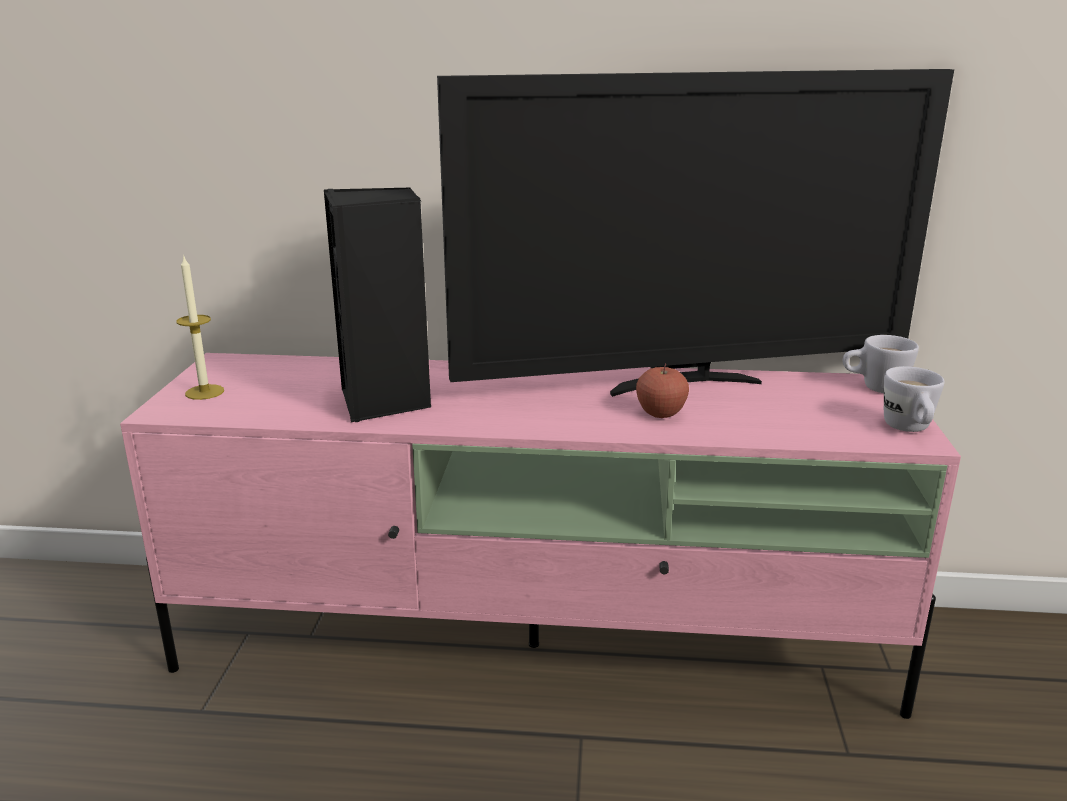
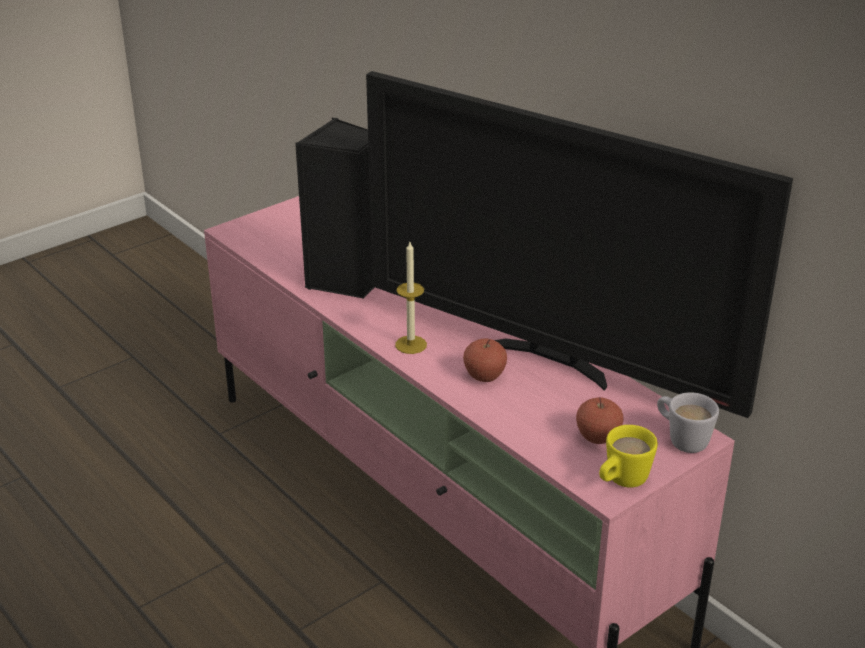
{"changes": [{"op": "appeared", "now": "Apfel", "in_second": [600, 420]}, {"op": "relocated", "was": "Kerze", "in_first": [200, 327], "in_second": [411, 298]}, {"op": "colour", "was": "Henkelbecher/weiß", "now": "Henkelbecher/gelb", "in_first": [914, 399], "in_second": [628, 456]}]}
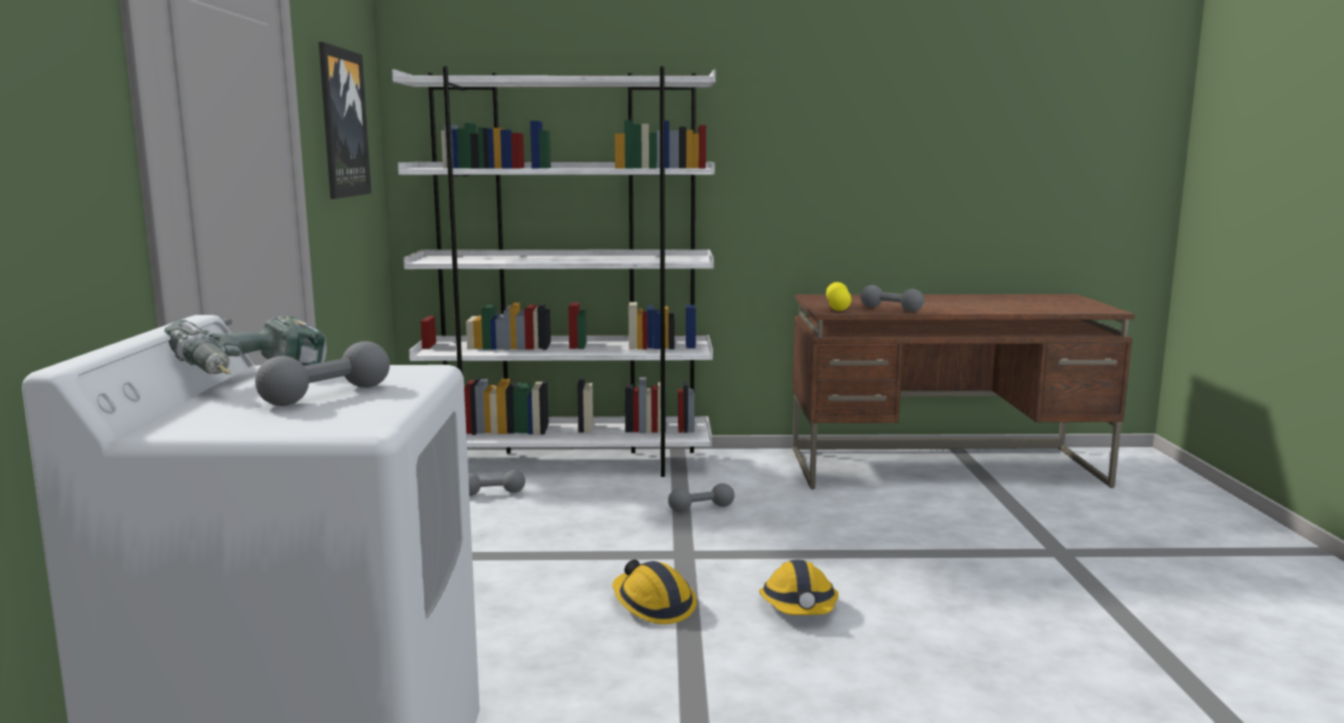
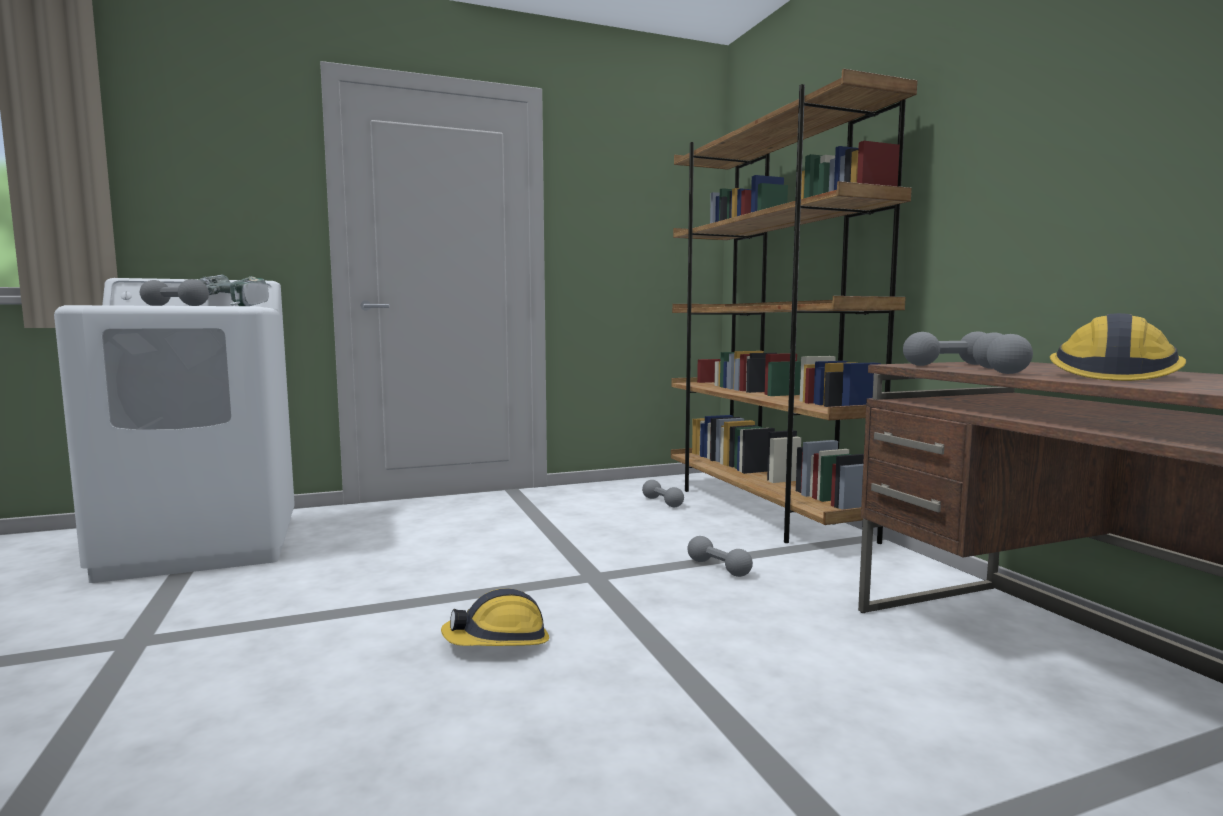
{"changes": [{"op": "missing", "was": "Bild", "in_first": [345, 120]}, {"op": "relocated", "was": "Schutzhelm", "in_first": [654, 592], "in_second": [1118, 347]}, {"op": "colour", "was": "Bücherregal/weiß", "now": "Bücherregal/braun", "in_first": [554, 271], "in_second": [794, 306]}, {"op": "colour", "was": "Hantel/gelb", "now": "Hantel/grau", "in_first": [838, 296], "in_second": [945, 348]}]}
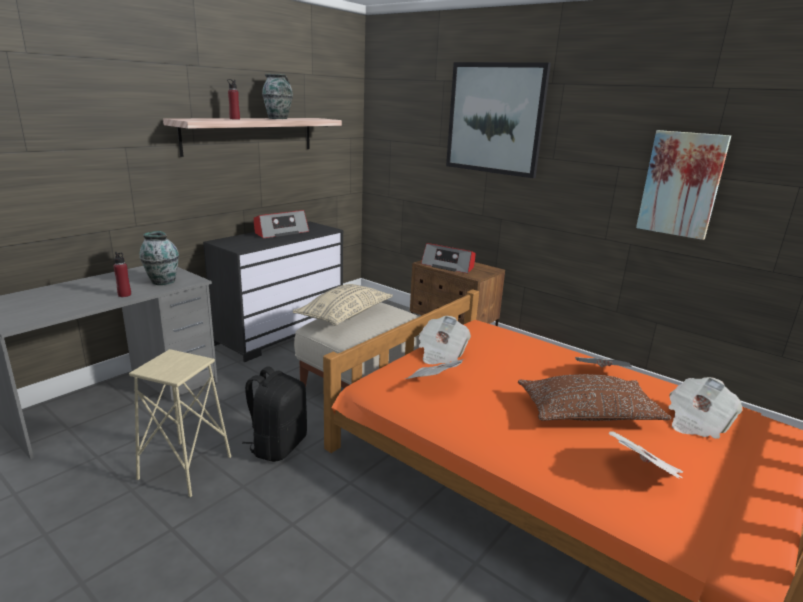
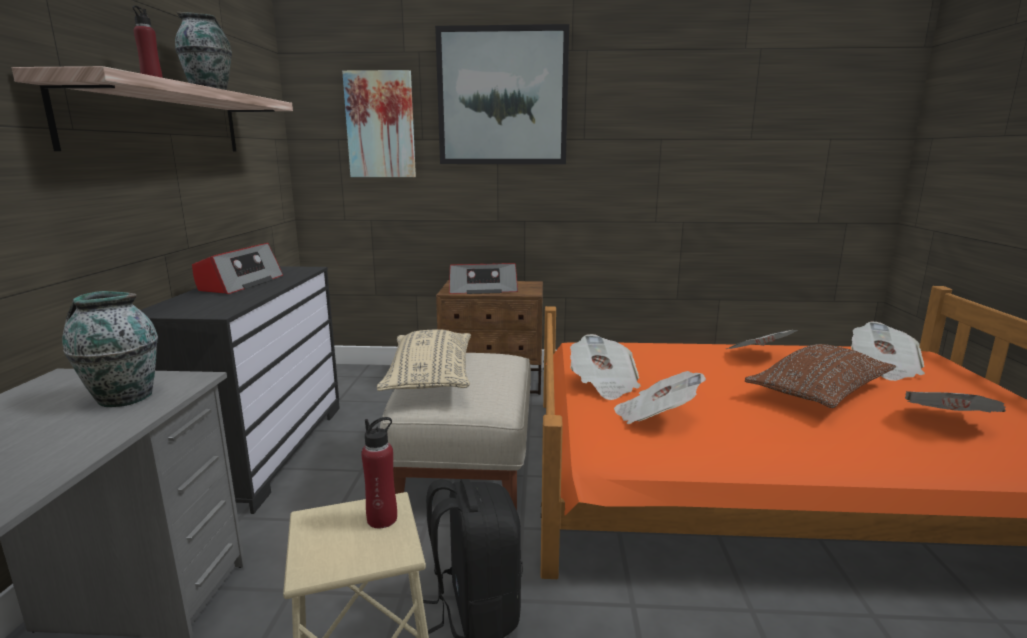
{"changes": [{"op": "relocated", "was": "Flasche/rot", "in_first": [122, 274], "in_second": [379, 472]}, {"op": "relocated", "was": "Bild", "in_first": [683, 185], "in_second": [379, 123]}]}
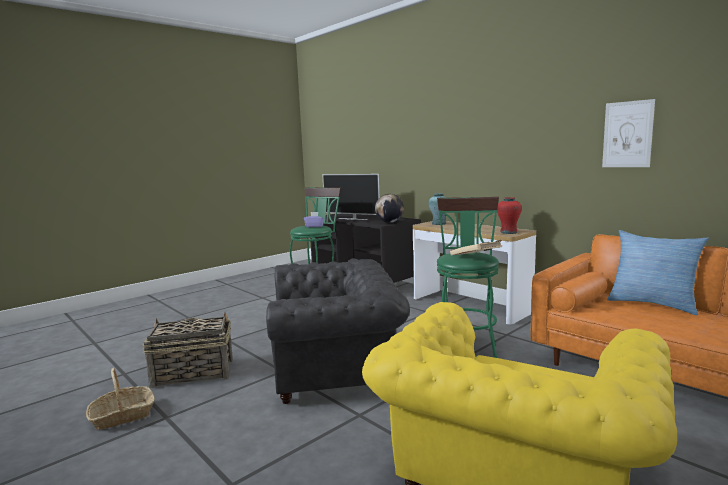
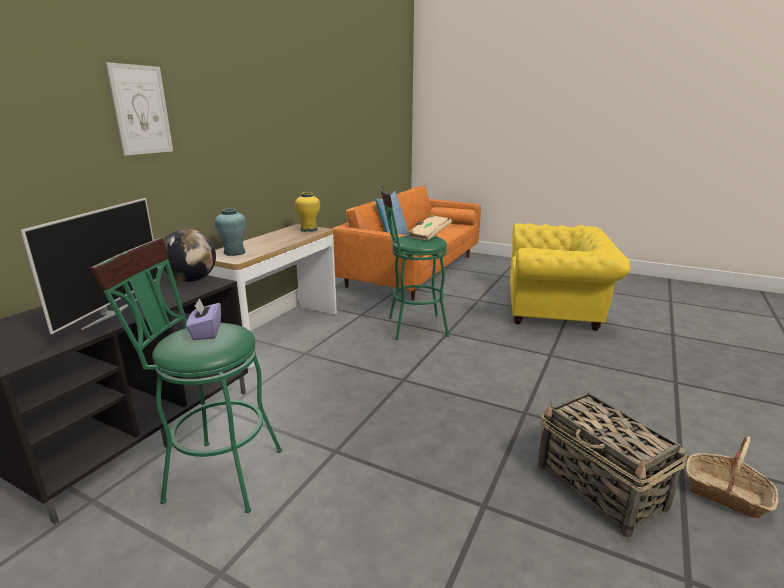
{"changes": [{"op": "missing", "was": "Sessel/grau", "in_first": [338, 331]}, {"op": "relocated", "was": "Bild", "in_first": [628, 133], "in_second": [139, 109]}, {"op": "colour", "was": "Vase/rot", "now": "Vase/gelb", "in_first": [509, 215], "in_second": [307, 212]}]}
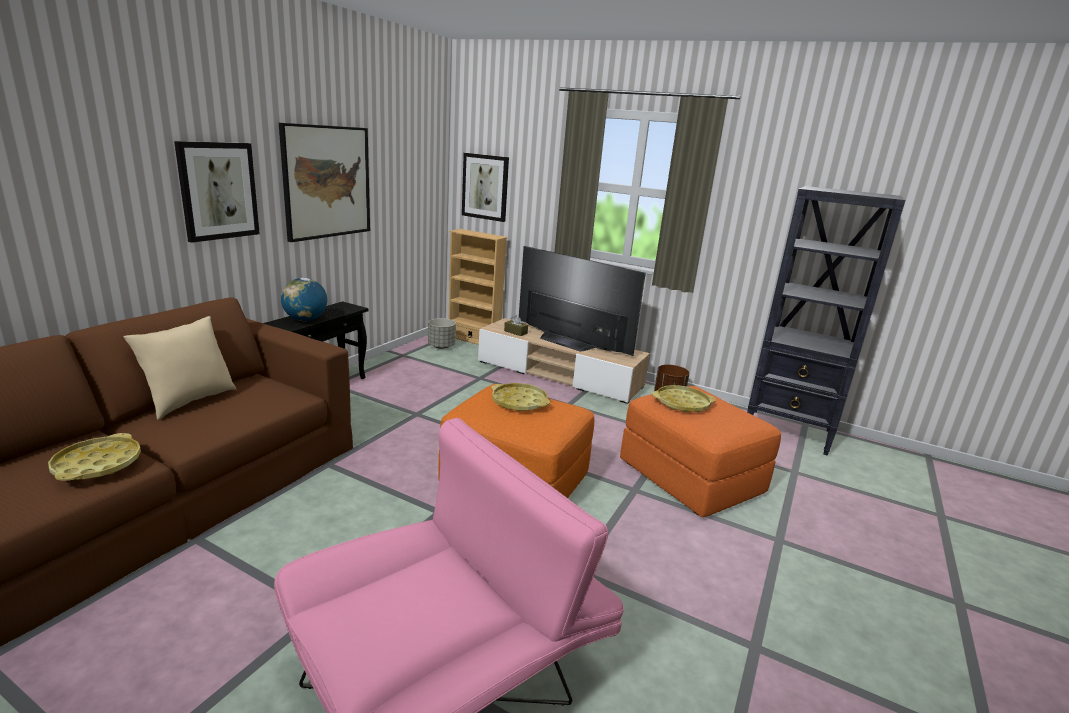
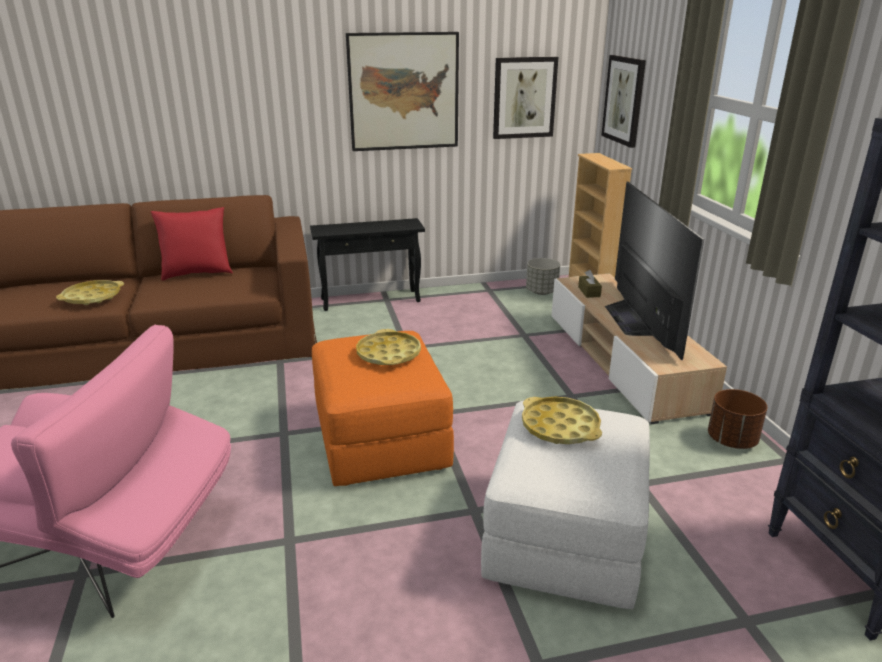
{"changes": [{"op": "missing", "was": "Globus", "in_first": [304, 299]}, {"op": "relocated", "was": "Bild", "in_first": [217, 192], "in_second": [525, 98]}, {"op": "colour", "was": "Kissen/beige", "now": "Kissen/rot", "in_first": [179, 368], "in_second": [192, 244]}, {"op": "colour", "was": "Polsterhocker/orange", "now": "Polsterhocker/weiß", "in_first": [700, 451], "in_second": [565, 504]}]}
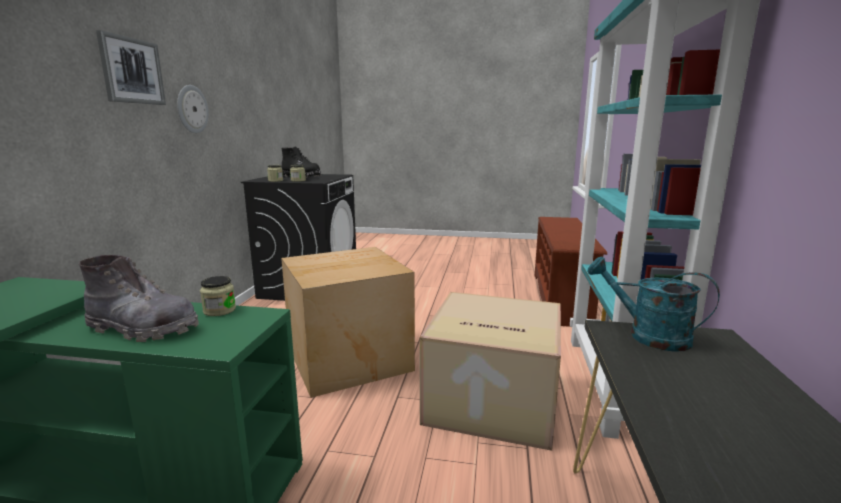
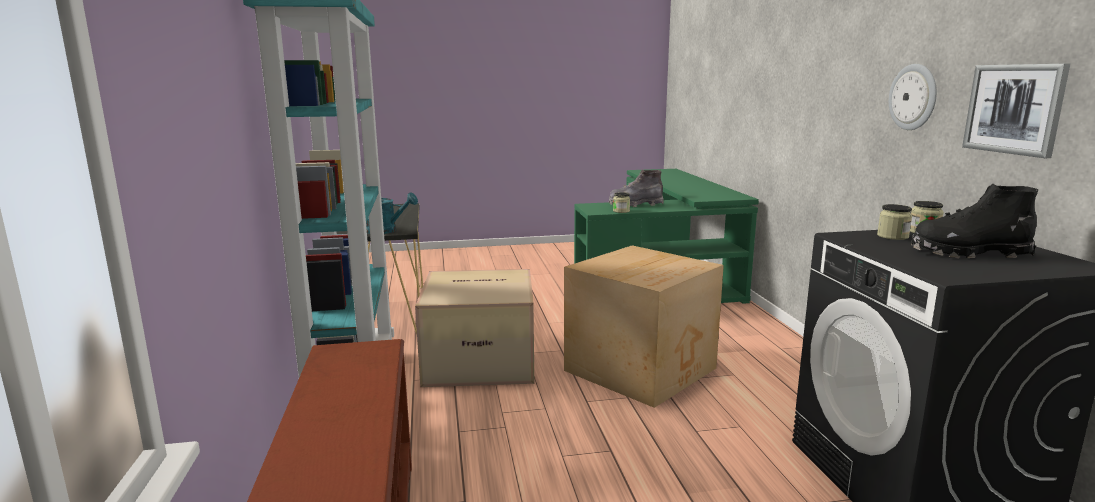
{"changes": [{"op": "relocated", "was": "Bild", "in_first": [131, 67], "in_second": [1016, 111]}]}
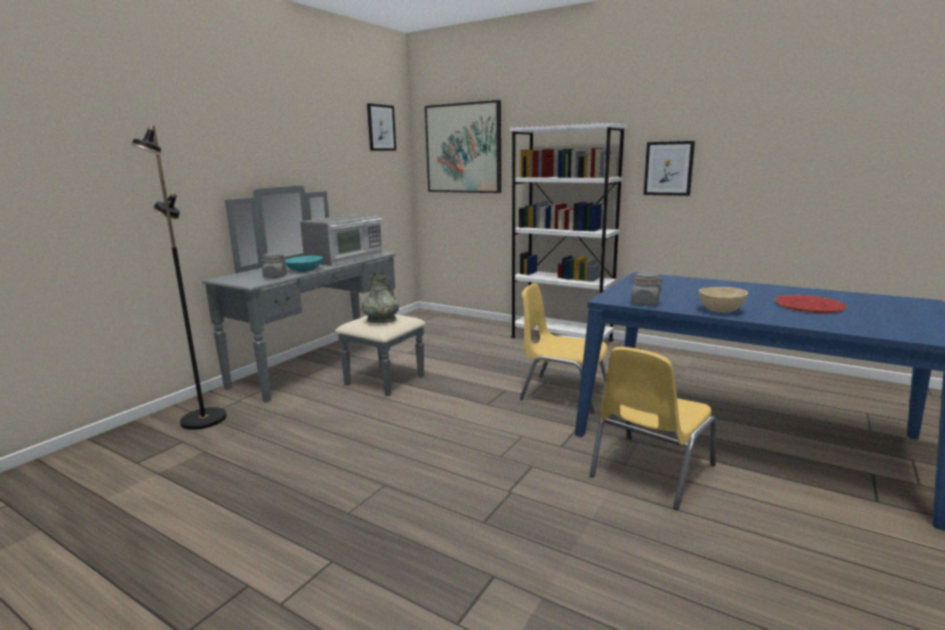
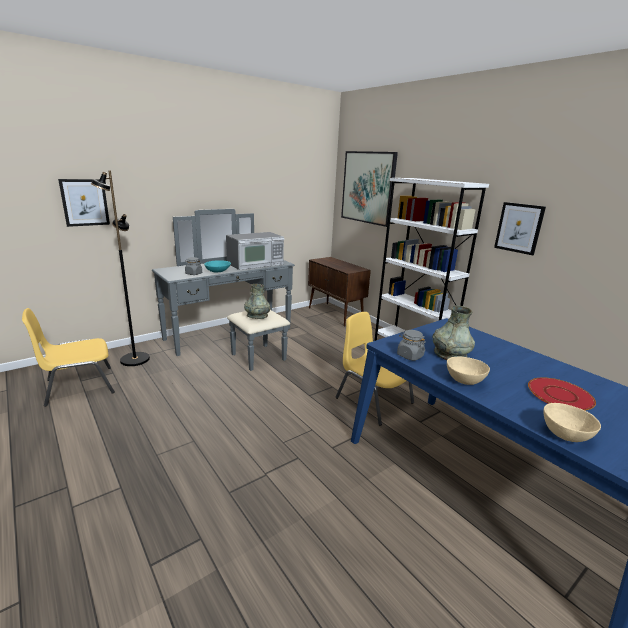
{"changes": [{"op": "appeared", "now": "Schrank/braun", "in_second": [339, 292]}, {"op": "appeared", "now": "Vase/grau", "in_second": [453, 333]}, {"op": "appeared", "now": "Schüssel/beige", "in_second": [572, 422]}, {"op": "relocated", "was": "Bild", "in_first": [381, 127], "in_second": [84, 203]}, {"op": "relocated", "was": "Stuhl/gelb", "in_first": [653, 428], "in_second": [68, 357]}]}
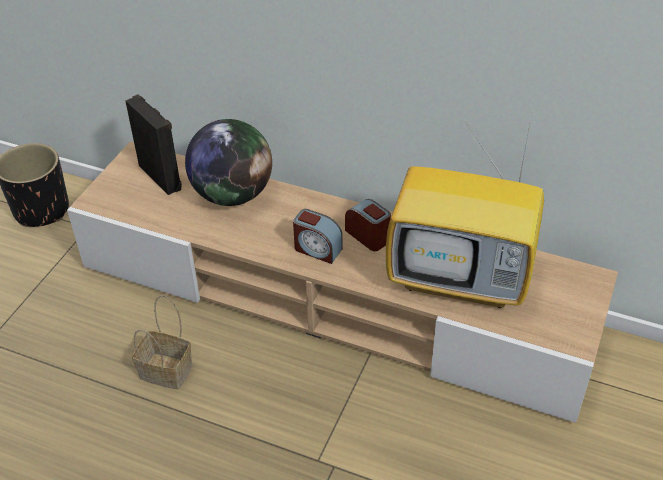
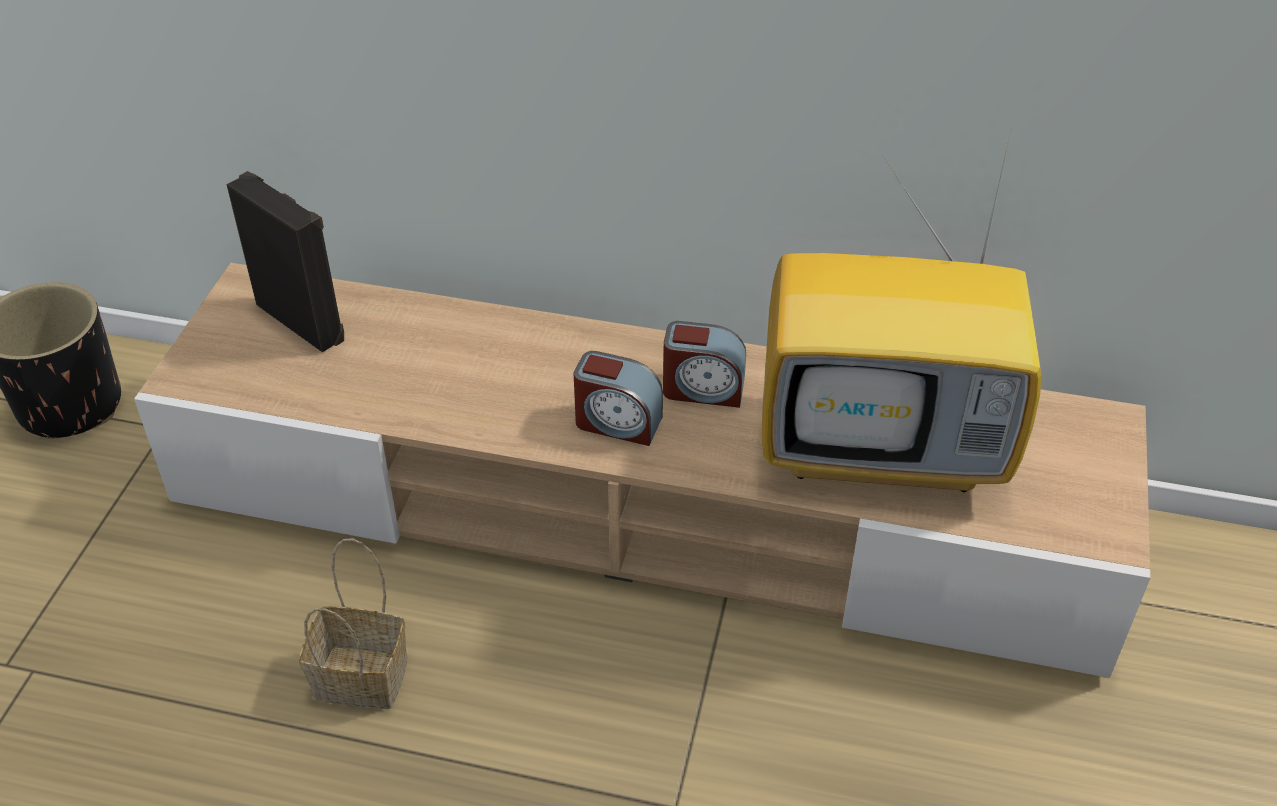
{"changes": [{"op": "missing", "was": "Globus", "in_first": [228, 162]}, {"op": "spun", "was": "Wecker", "in_first": [368, 225], "in_second": [704, 364], "clockwise": 150}]}
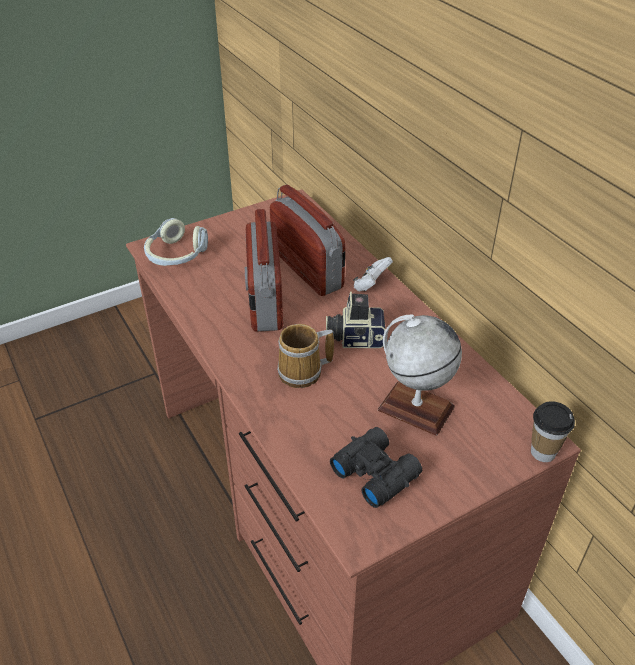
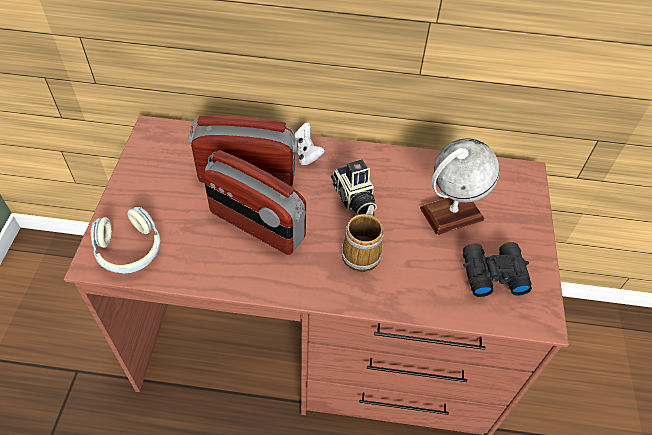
{"changes": [{"op": "missing", "was": "Tasse", "in_first": [553, 431]}, {"op": "spun", "was": "Kamera", "in_first": [355, 320], "in_second": [354, 187], "clockwise": -60}]}
